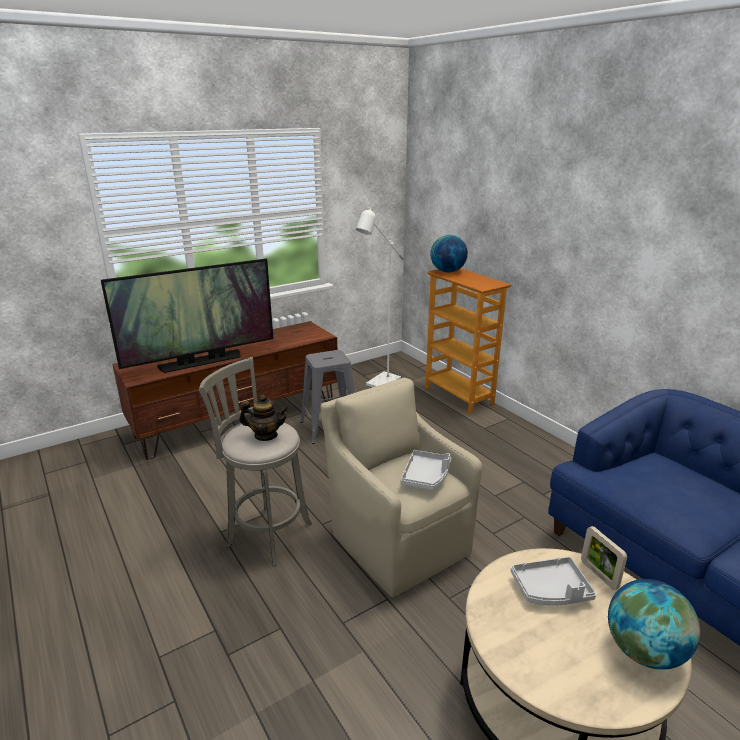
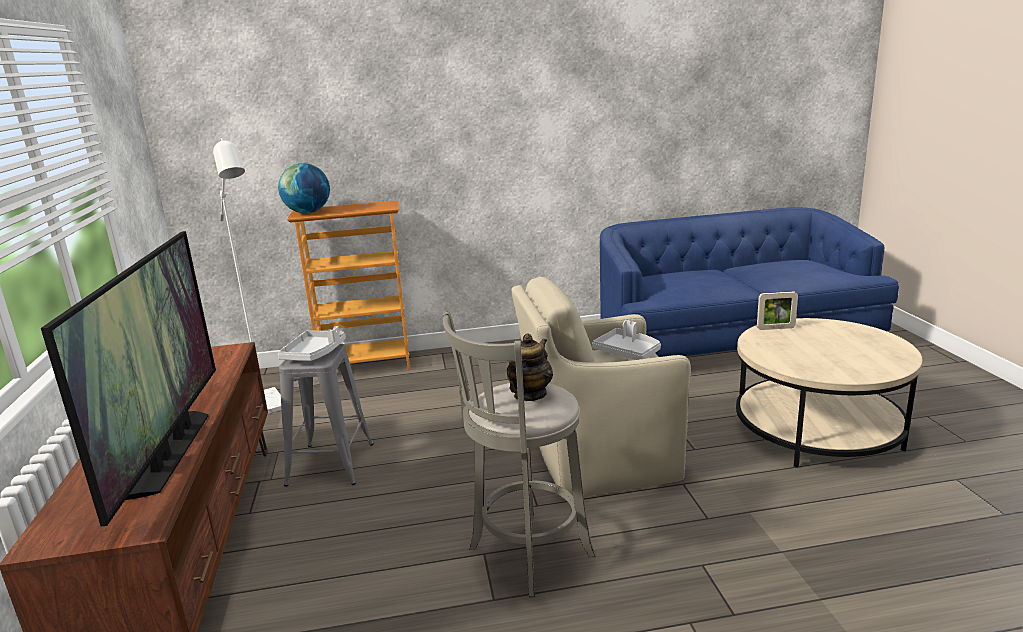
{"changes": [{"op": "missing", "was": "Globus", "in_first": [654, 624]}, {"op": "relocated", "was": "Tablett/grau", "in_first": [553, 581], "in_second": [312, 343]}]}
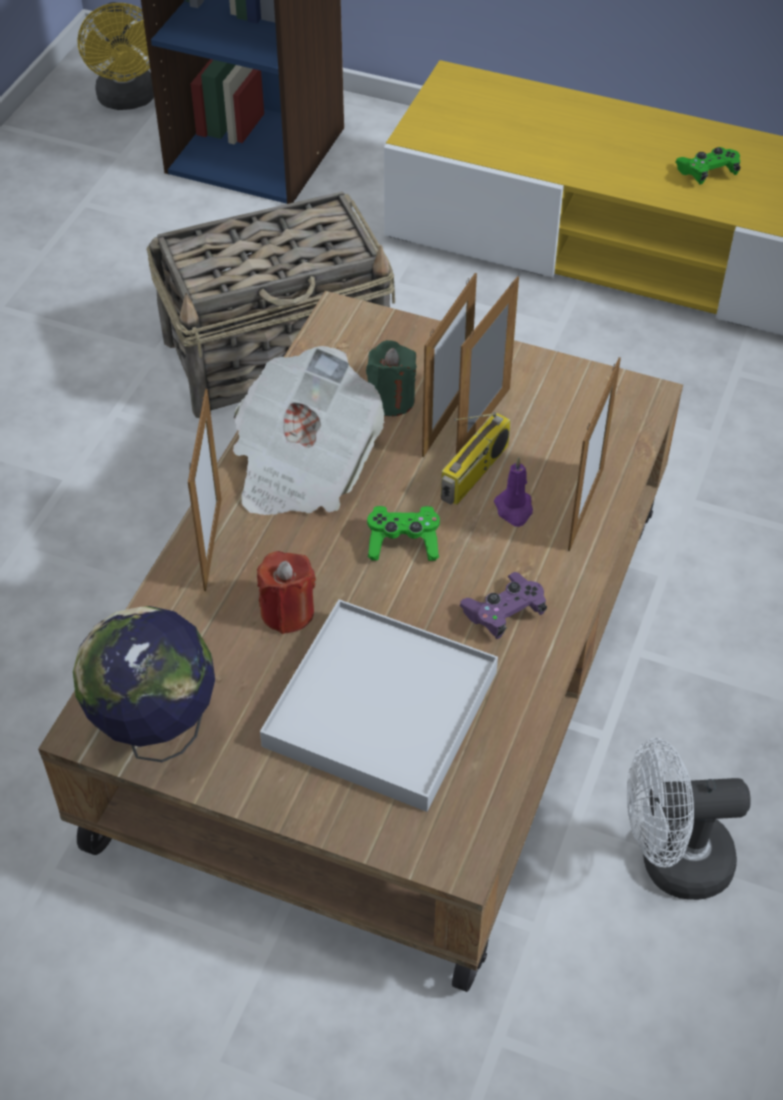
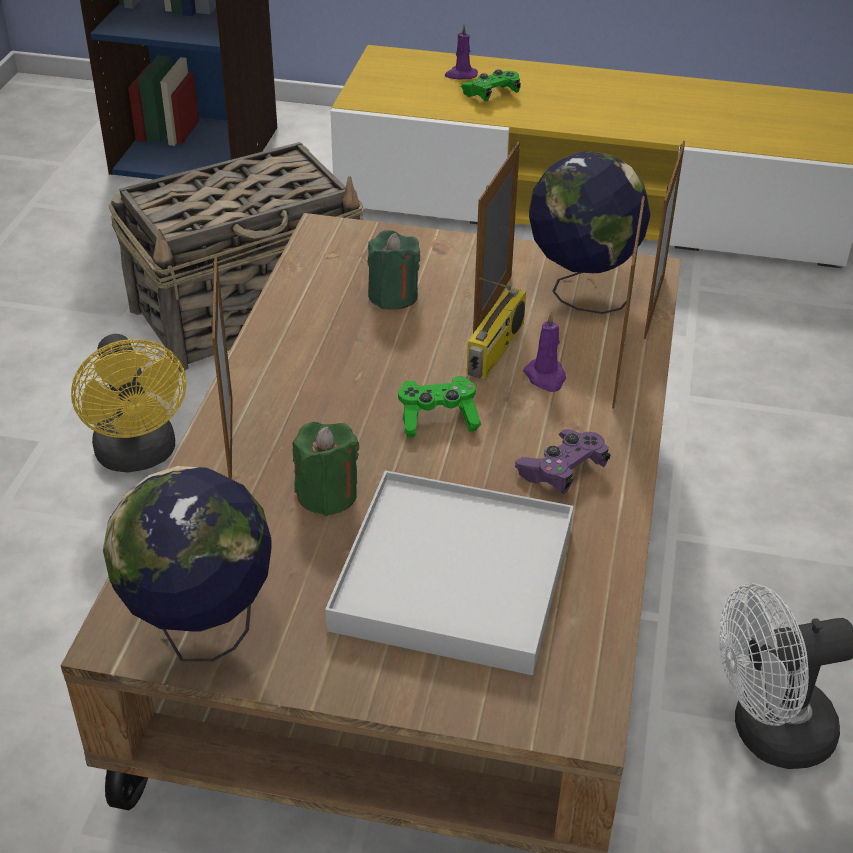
{"changes": [{"op": "missing", "was": "Zeitung", "in_first": [309, 430]}, {"op": "appeared", "now": "Kerze/lila", "in_second": [461, 52]}, {"op": "appeared", "now": "Globus", "in_second": [589, 232]}, {"op": "relocated", "was": "Ventilator/gelb", "in_first": [115, 56], "in_second": [128, 403]}, {"op": "relocated", "was": "Bilderrahmen", "in_first": [449, 365], "in_second": [664, 240]}, {"op": "relocated", "was": "Gamepad/grün", "in_first": [708, 165], "in_second": [491, 85]}, {"op": "colour", "was": "Kerze/rot", "now": "Kerze/grün", "in_first": [286, 592], "in_second": [326, 469]}]}
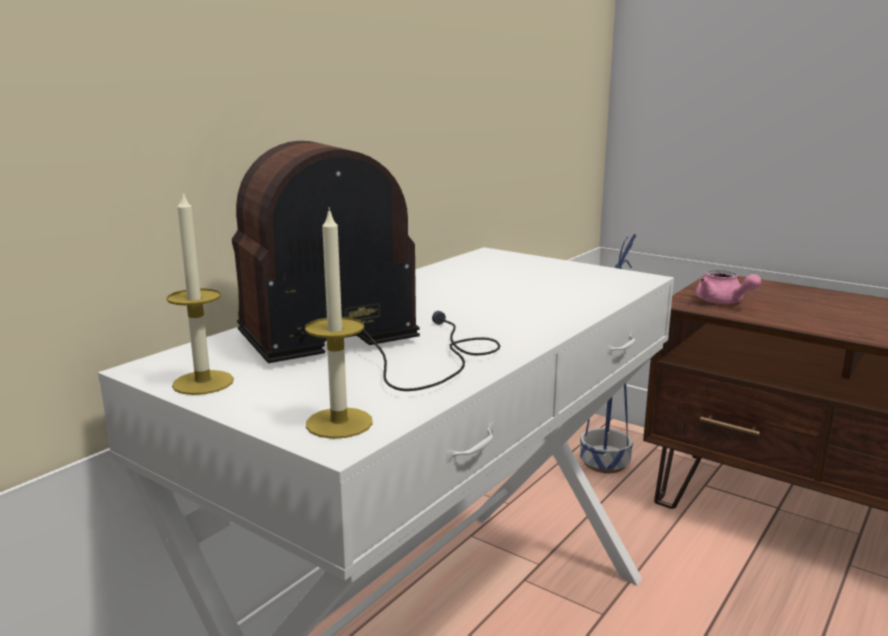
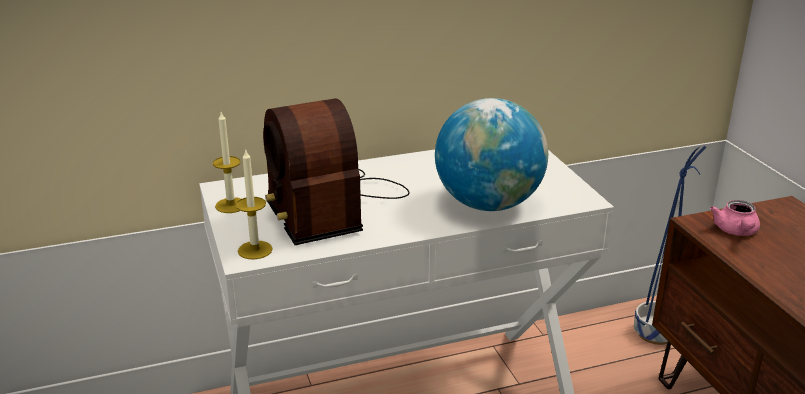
{"changes": [{"op": "appeared", "now": "Globus", "in_second": [491, 154]}, {"op": "spun", "was": "Radio", "in_first": [366, 266], "in_second": [336, 171], "clockwise": -120}]}
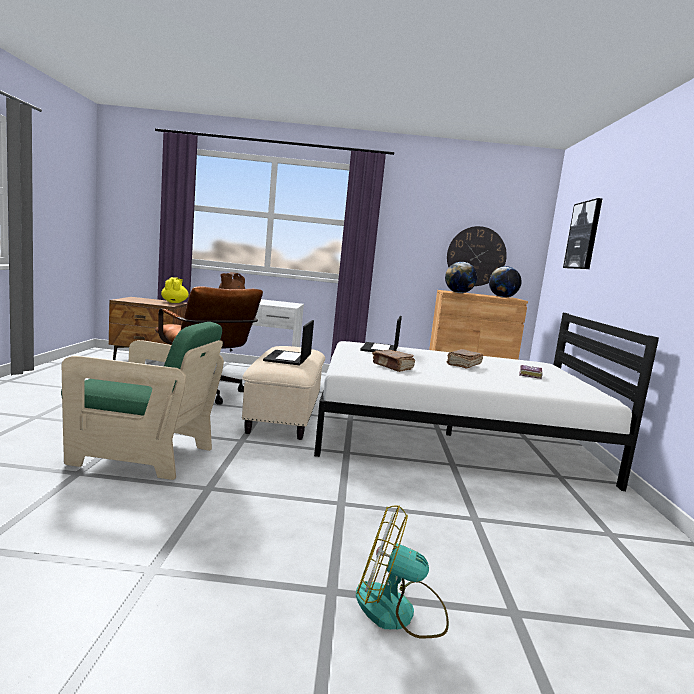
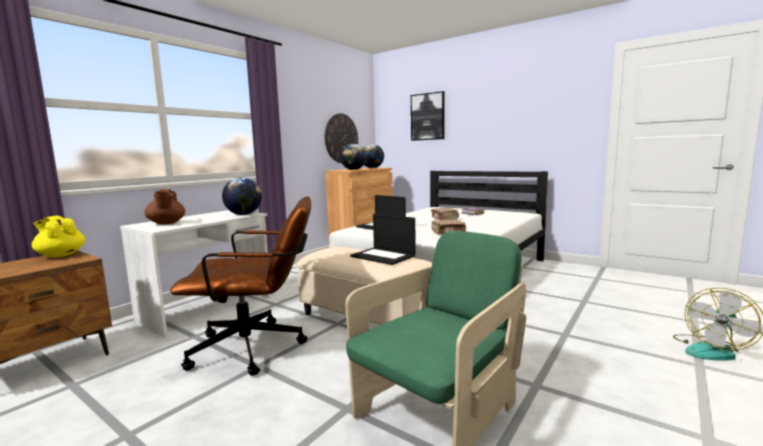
{"changes": [{"op": "appeared", "now": "Globus", "in_second": [242, 196]}]}
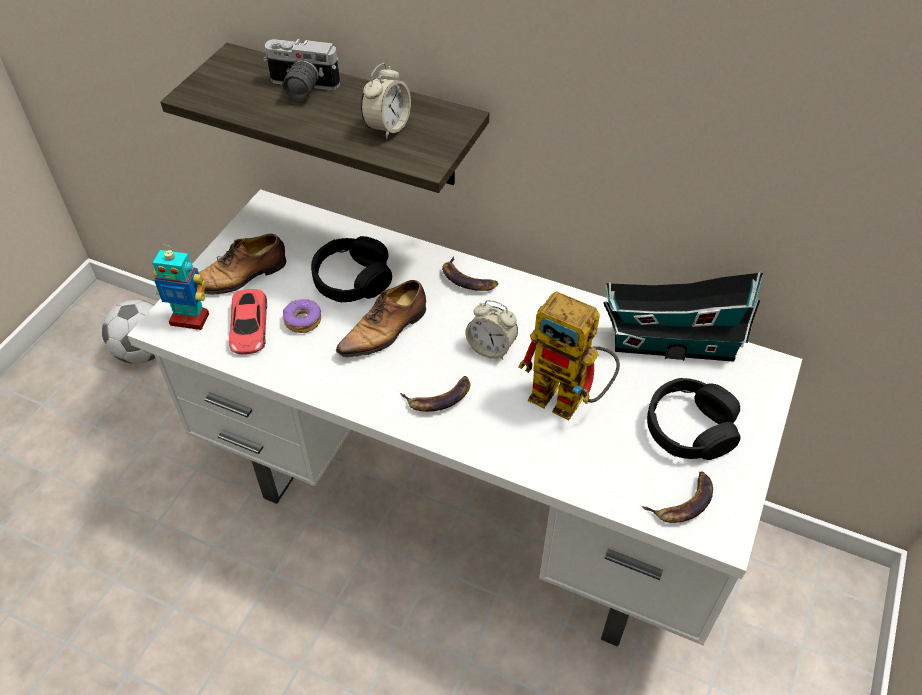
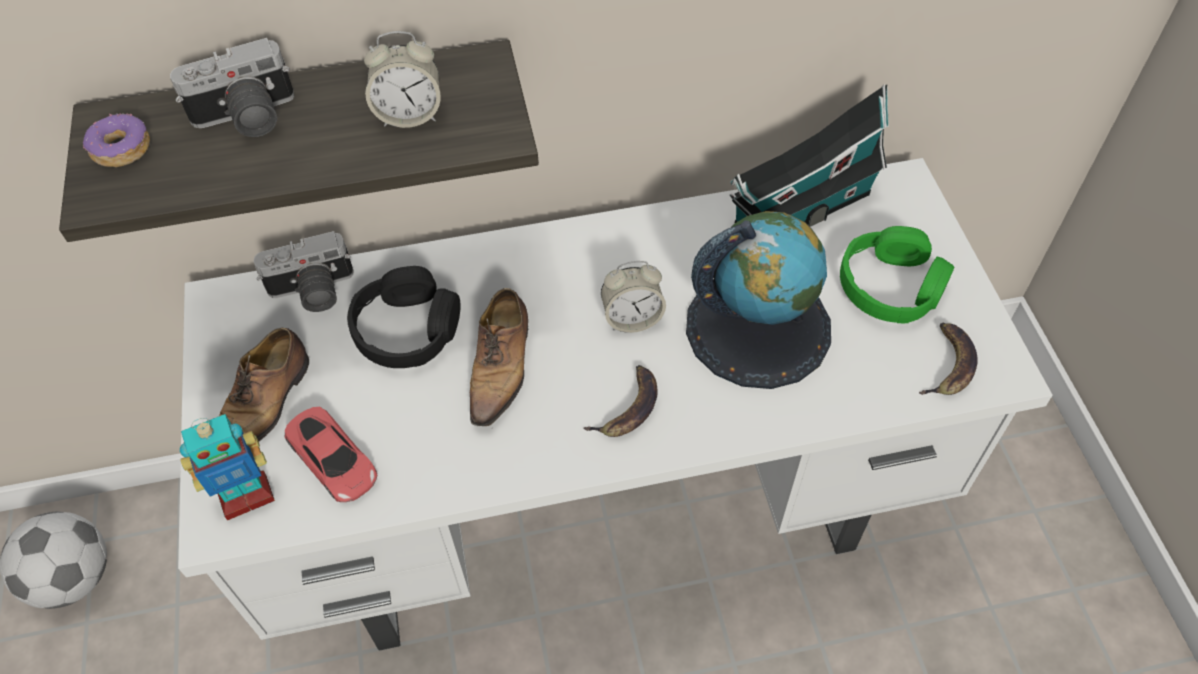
{"changes": [{"op": "missing", "was": "Banane", "in_first": [470, 273]}, {"op": "appeared", "now": "Kamera", "in_second": [303, 271]}, {"op": "relocated", "was": "Donut", "in_first": [301, 316], "in_second": [116, 140]}, {"op": "exchanged", "was": "Spielzeugroboter", "now": "Globus", "in_first": [569, 355], "in_second": [758, 300]}, {"op": "colour", "was": "Kopfhörer/schwarz", "now": "Kopfhörer/grün", "in_first": [693, 419], "in_second": [897, 274]}, {"op": "spun", "was": "Wecker", "in_first": [386, 101], "in_second": [402, 79], "clockwise": 90}]}
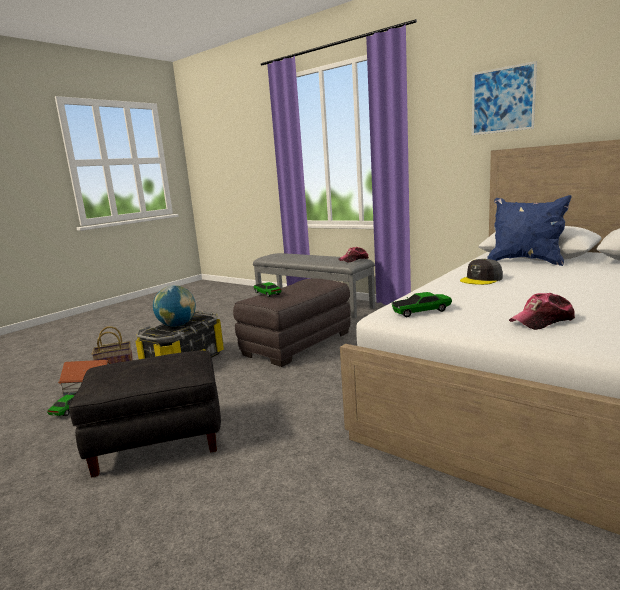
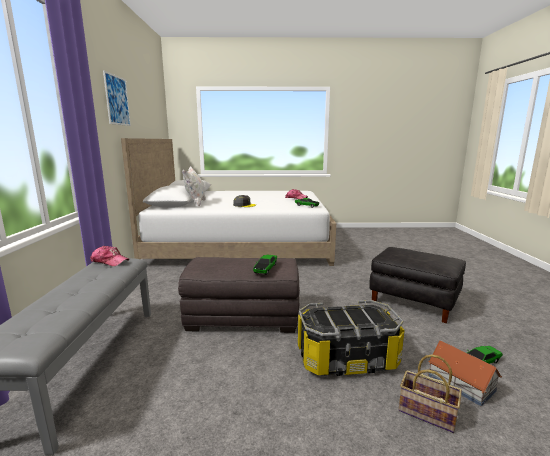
{"changes": [{"op": "missing", "was": "Globus", "in_first": [174, 306]}, {"op": "colour", "was": "Kissen/blau", "now": "Kissen/weiß", "in_first": [529, 230], "in_second": [194, 186]}]}
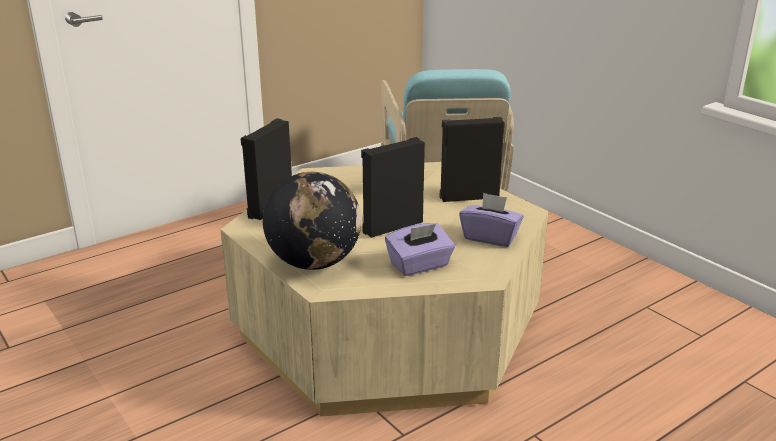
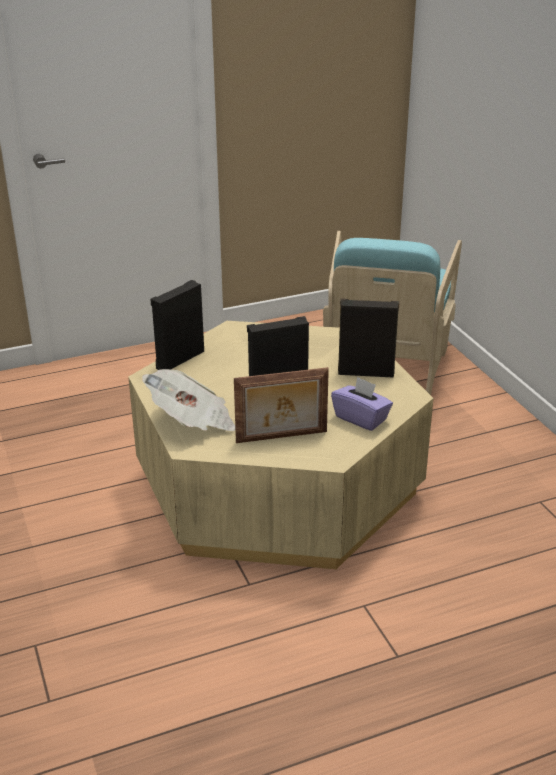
{"changes": [{"op": "exchanged", "was": "Globus", "now": "Zeitung", "in_first": [312, 221], "in_second": [188, 400]}, {"op": "exchanged", "was": "Taschentuchbox/lila", "now": "Bilderrahmen", "in_first": [420, 249], "in_second": [281, 405]}]}
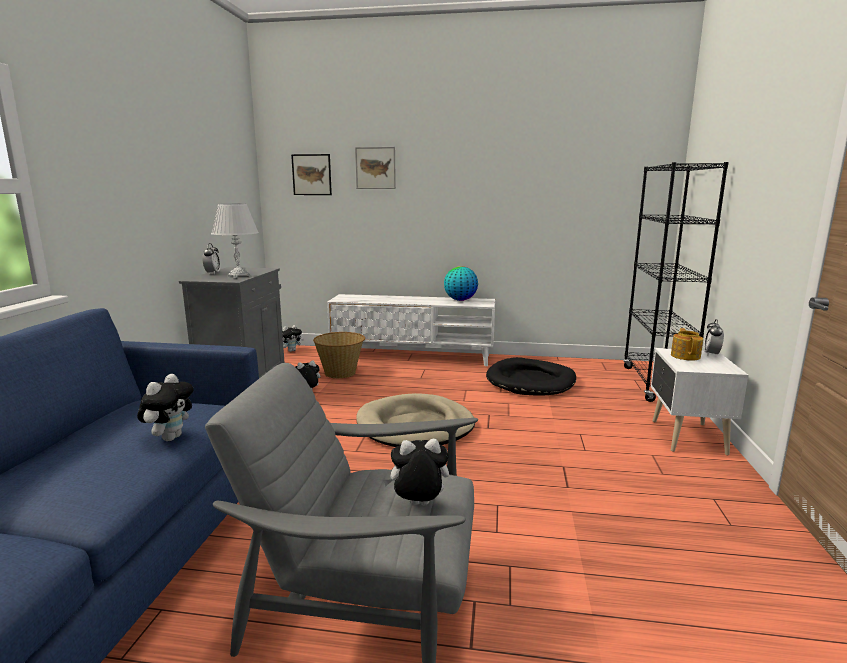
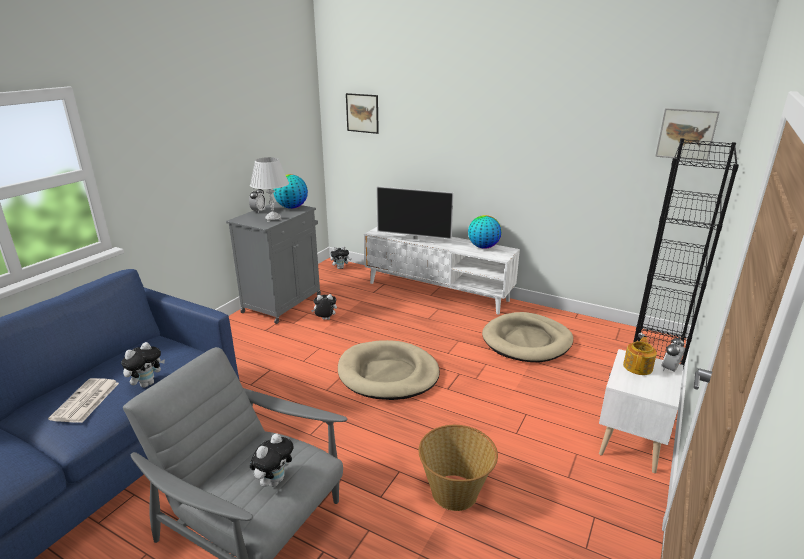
{"changes": [{"op": "appeared", "now": "Zeitung", "in_second": [83, 400]}, {"op": "appeared", "now": "Globus", "in_second": [290, 191]}, {"op": "appeared", "now": "Fernseher", "in_second": [415, 214]}, {"op": "relocated", "was": "Korb", "in_first": [339, 355], "in_second": [458, 468]}, {"op": "relocated", "was": "Bild", "in_first": [375, 168], "in_second": [687, 135]}, {"op": "colour", "was": "Hundebett/schwarz", "now": "Hundebett/beige", "in_first": [531, 376], "in_second": [527, 337]}, {"op": "spun", "was": "Plüschtier", "in_first": [416, 472], "in_second": [271, 460], "clockwise": 105}]}
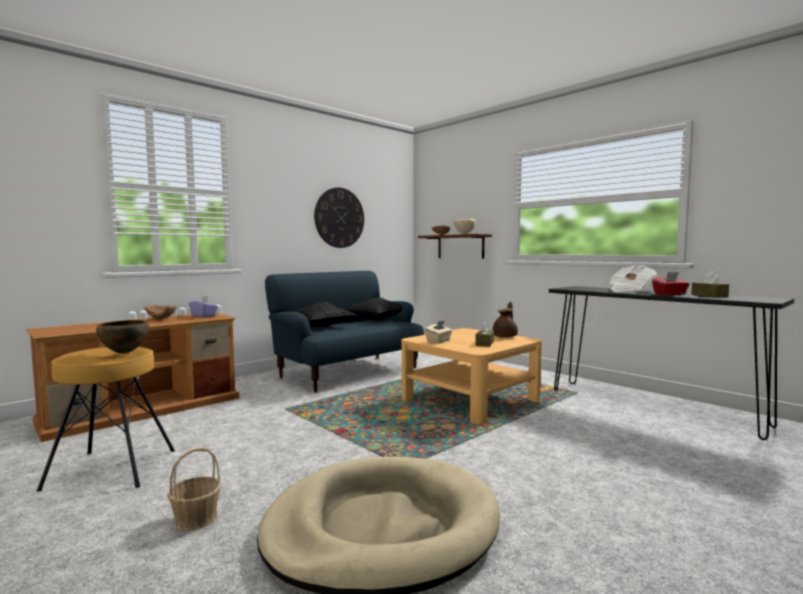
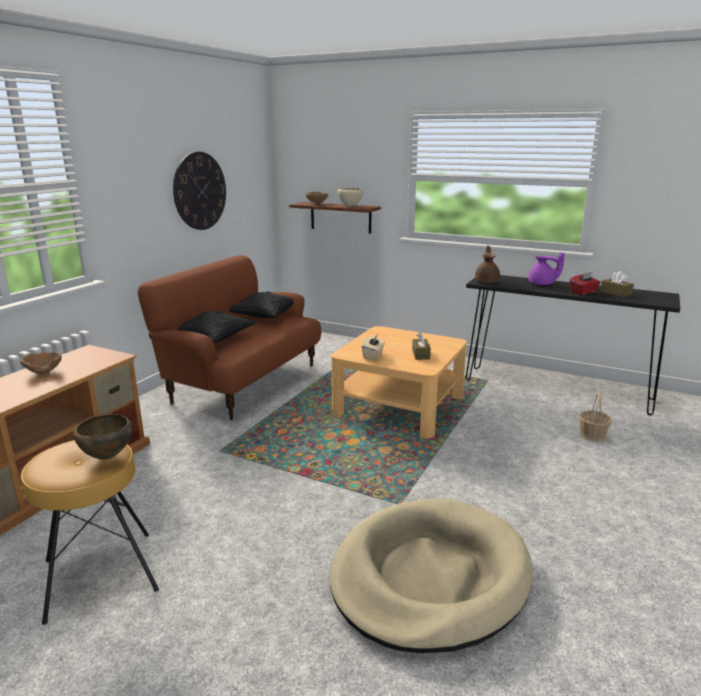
{"changes": [{"op": "missing", "was": "Taschentuchbox/lila", "in_first": [203, 306]}, {"op": "relocated", "was": "Korb", "in_first": [194, 489], "in_second": [595, 417]}, {"op": "relocated", "was": "Teekanne/braun", "in_first": [505, 320], "in_second": [487, 264]}, {"op": "exchanged", "was": "Zeitung", "now": "Teekanne/lila", "in_first": [633, 278], "in_second": [546, 268]}, {"op": "colour", "was": "Sofa/blau", "now": "Sofa/braun", "in_first": [344, 331], "in_second": [229, 337]}]}
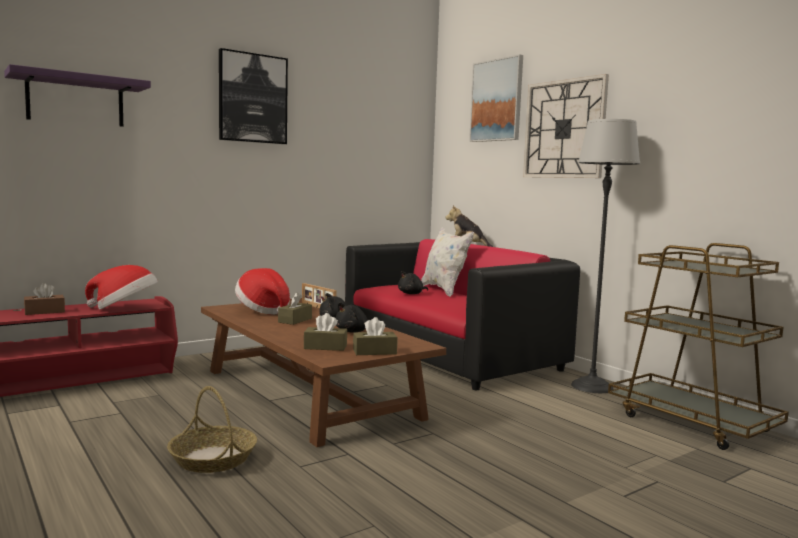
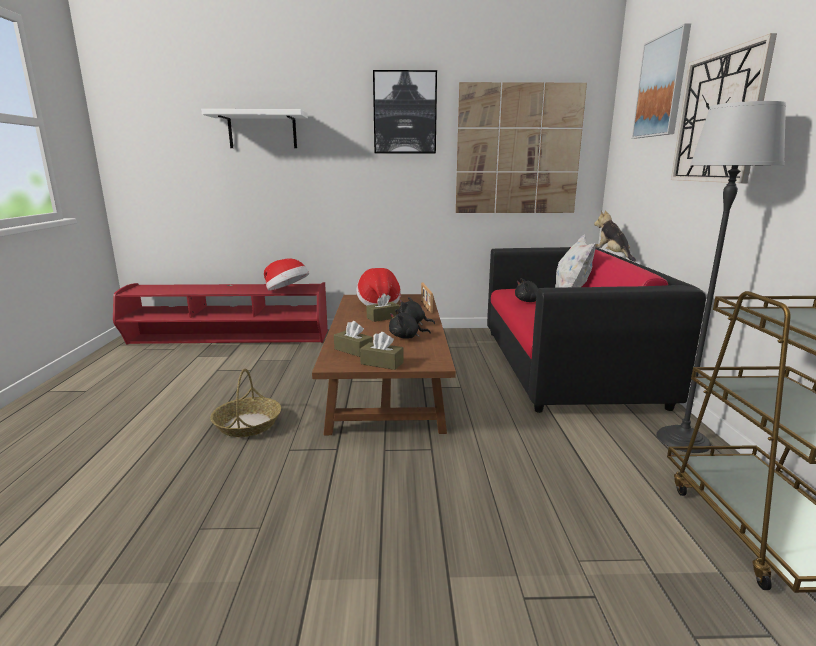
{"changes": [{"op": "missing", "was": "Taschentuchbox/braun", "in_first": [44, 299]}, {"op": "appeared", "now": "Bild", "in_second": [521, 147]}, {"op": "colour", "was": "Wandregal/lila", "now": "Wandregal/weiß", "in_first": [77, 95], "in_second": [254, 128]}]}
